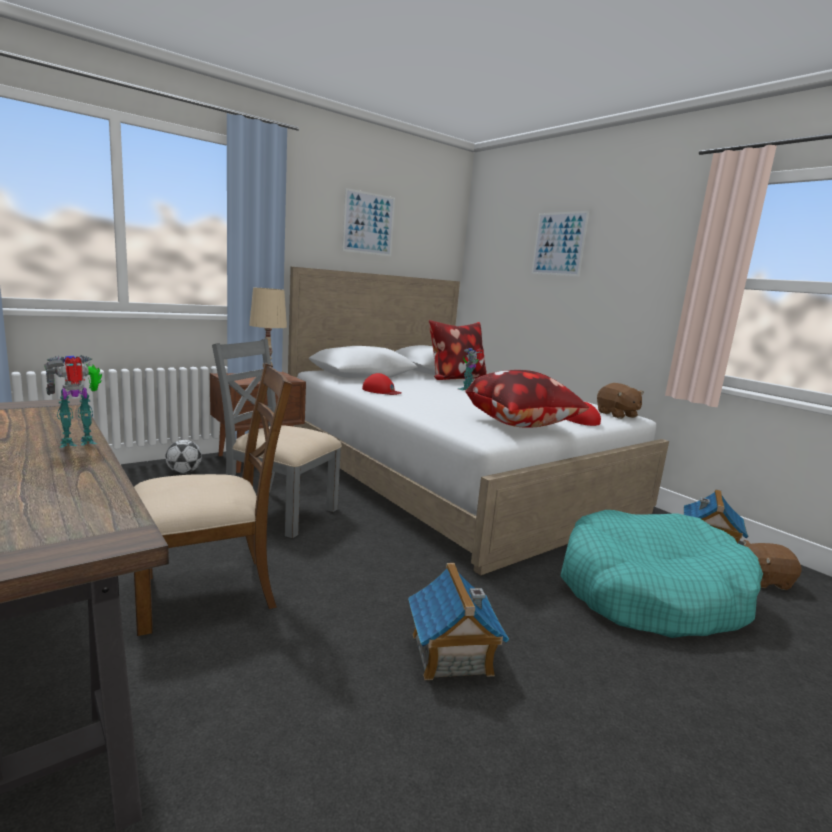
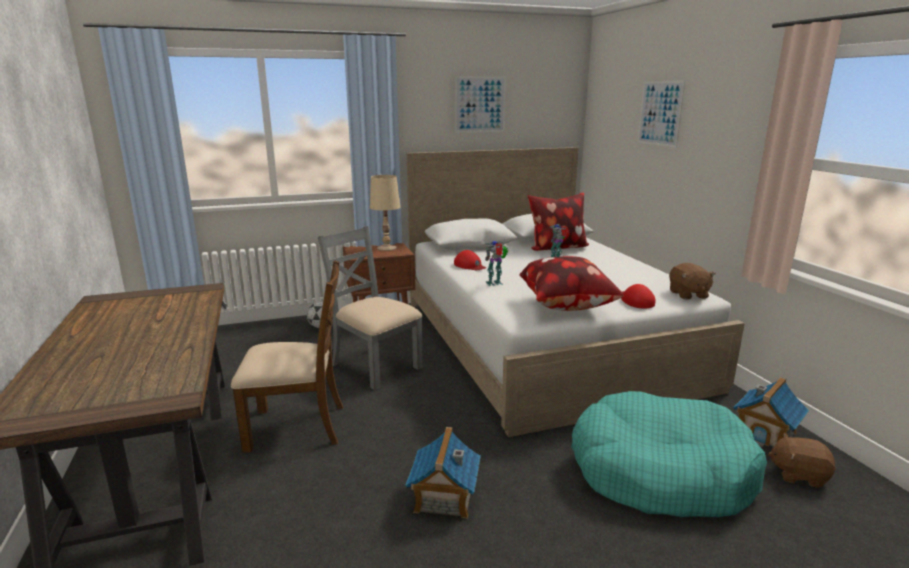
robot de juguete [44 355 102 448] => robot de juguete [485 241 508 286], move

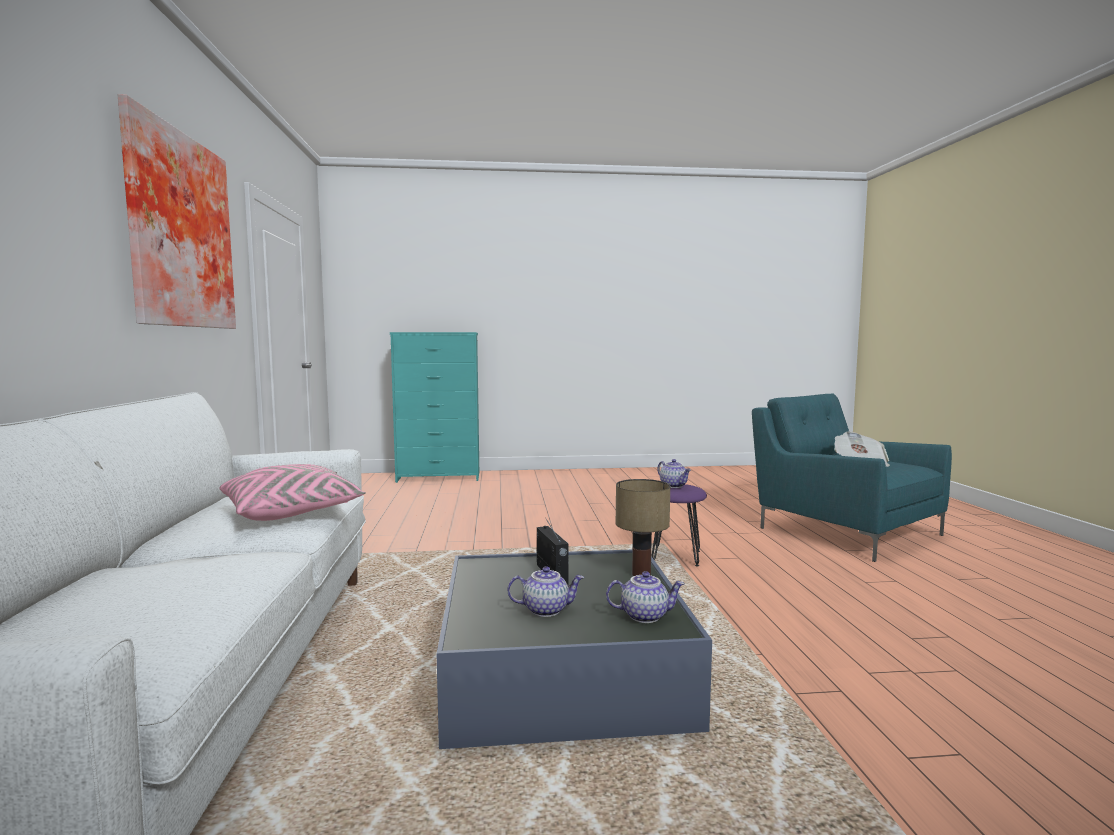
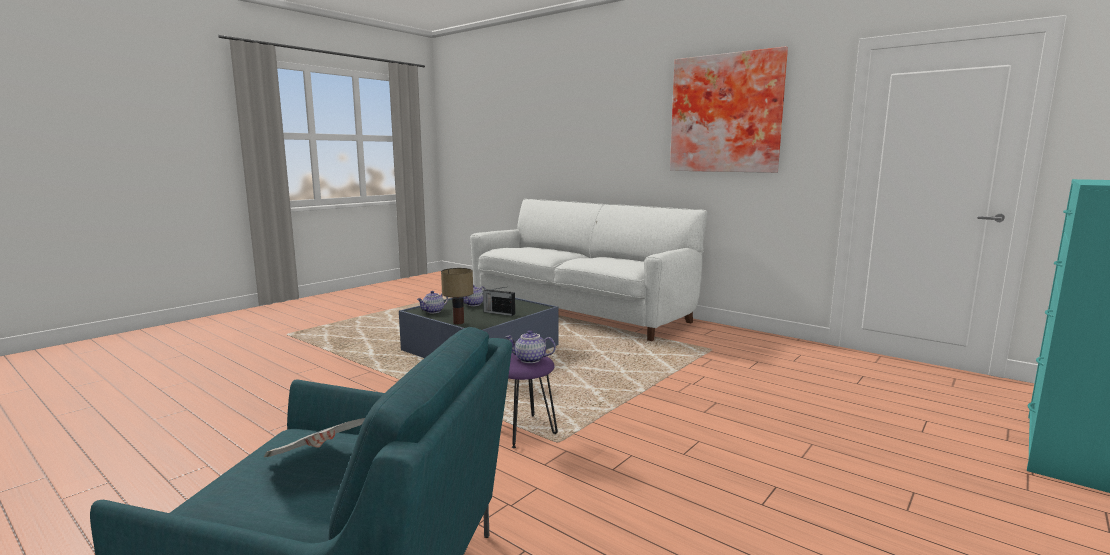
cojín [rosa] [219 464 366 521] => nothing

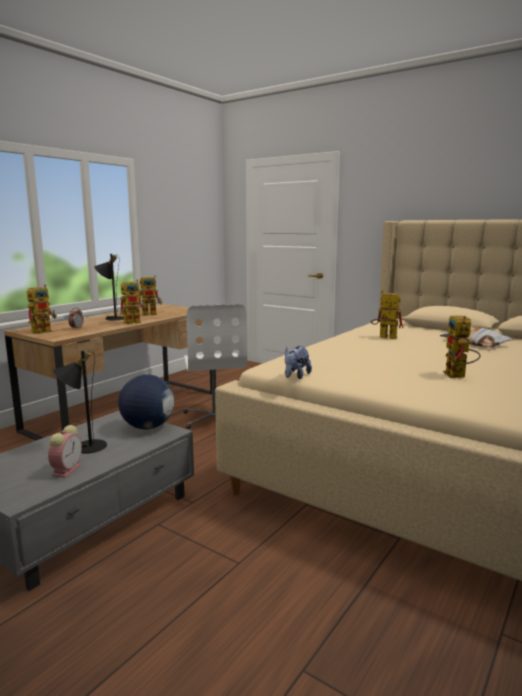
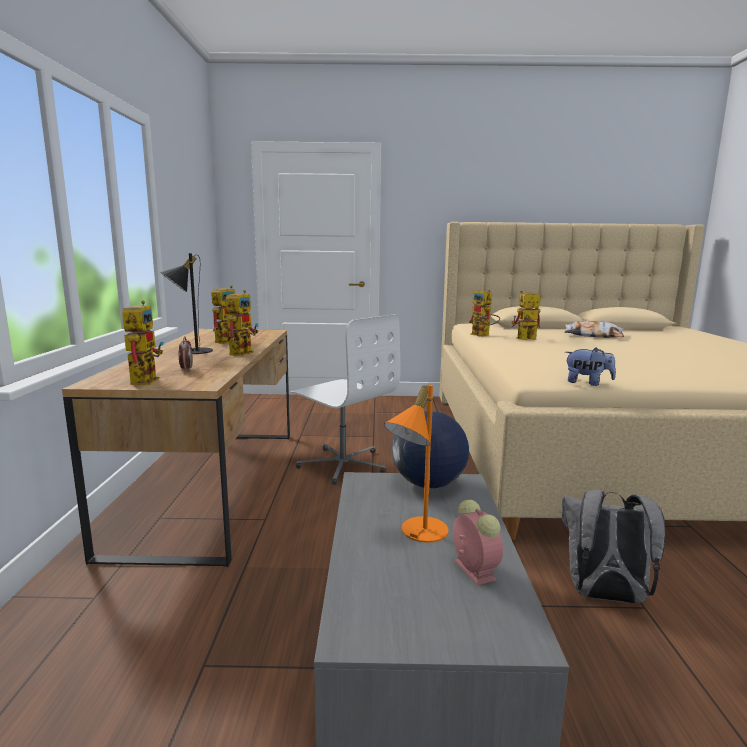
lámpara de mesa [negro] [53 350 107 454] => lámpara de mesa [naranja] [384 384 449 543]
peluche [285 346 312 379] => peluche [565 348 616 386], 60 degrees counterclockwise
robot de juguete [443 316 481 378] => robot de juguete [469 289 500 337], move
nothing => mochila [gris] [562 490 666 604]

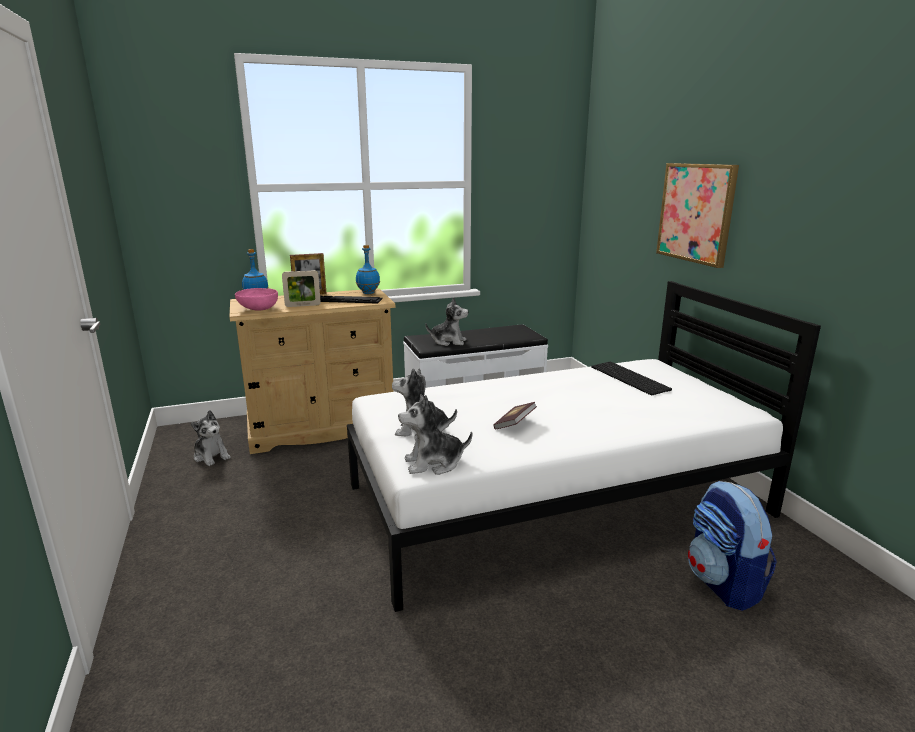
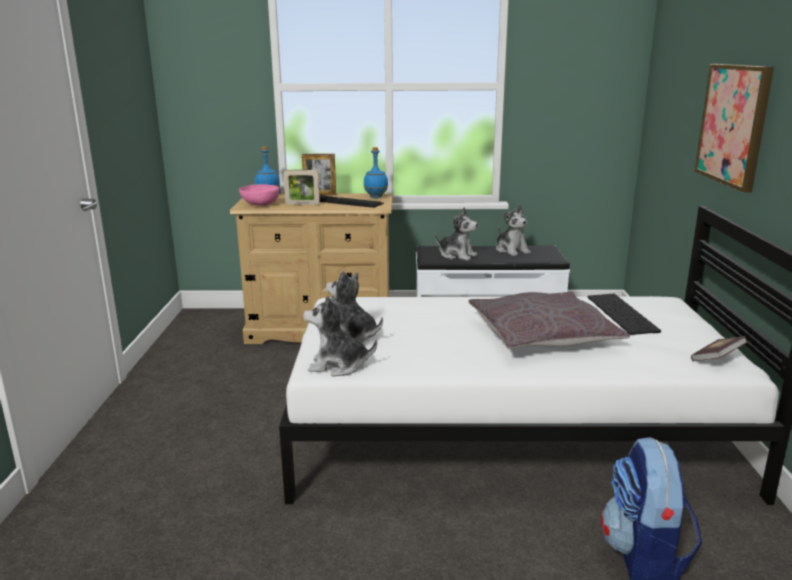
peluche [191 410 231 466] => peluche [496 204 530 256], move
libro [493 402 537 429] => libro [691 336 747 361], move
nothing => cojín [gris] [469 292 630 349]

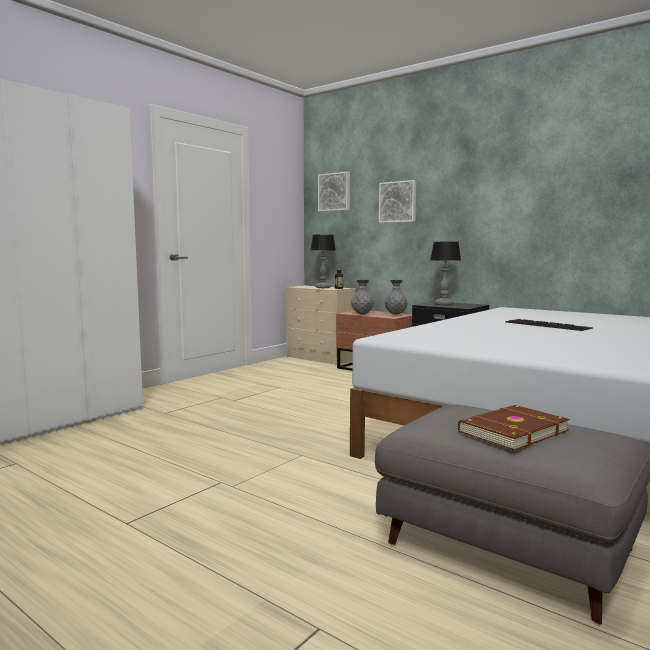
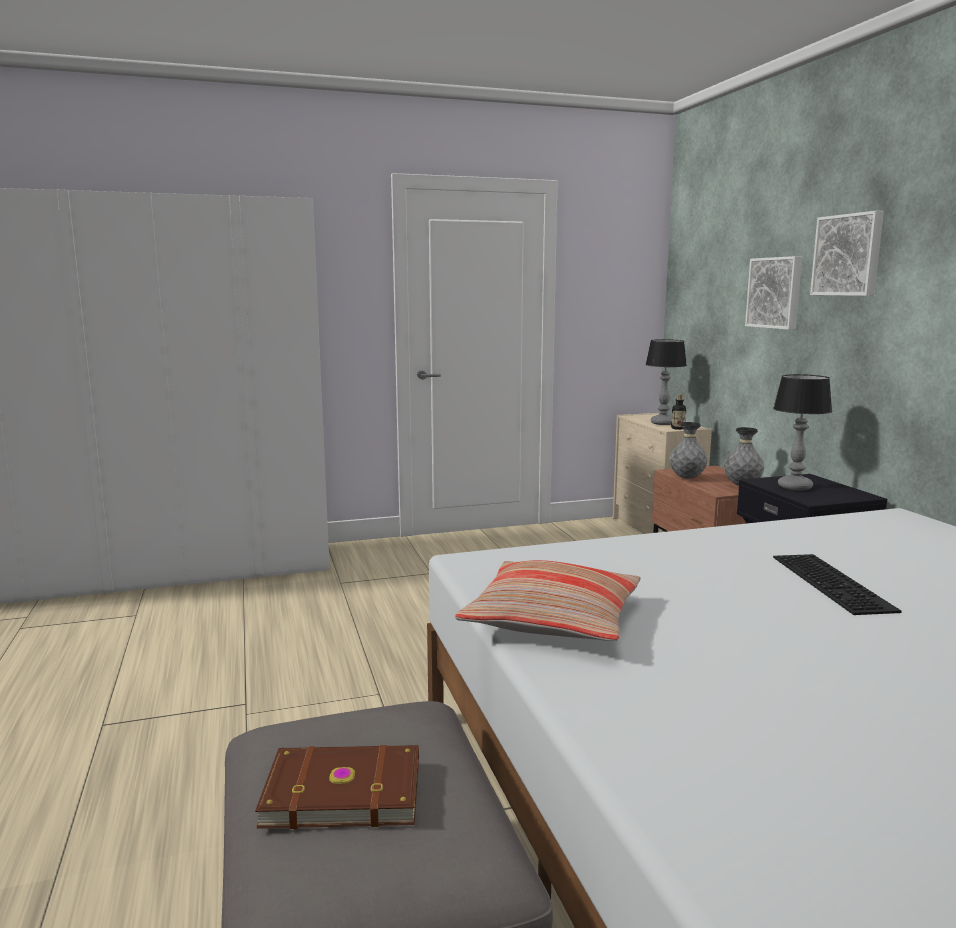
cuadro [318 172 350 212] => cuadro [810 211 884 296], move
nothing => cojín [455 560 641 641]

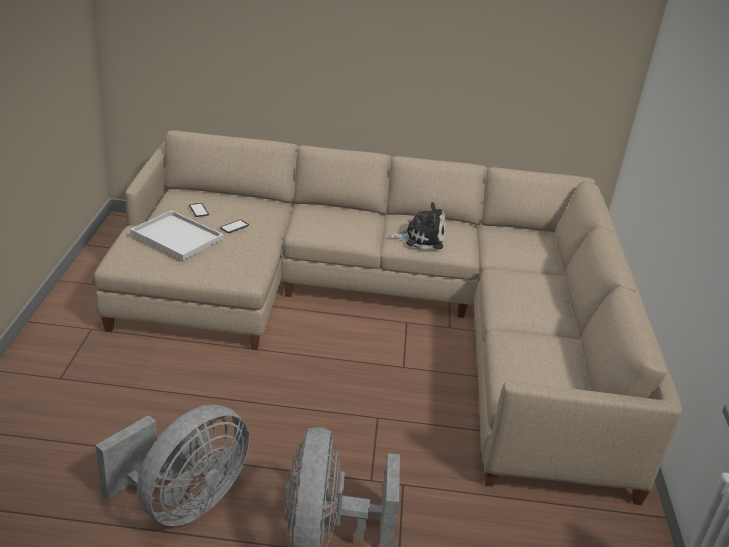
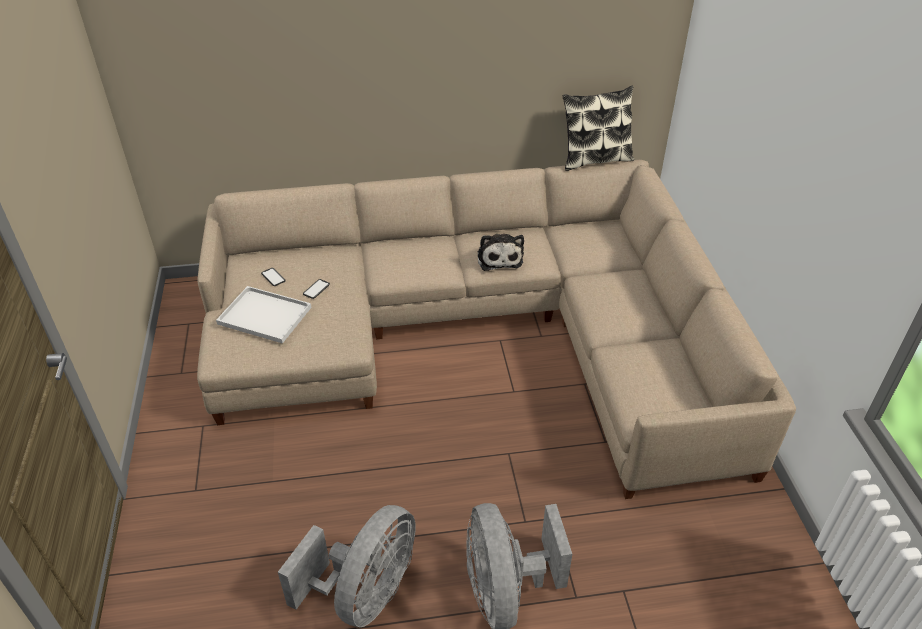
peluche [389 202 446 250] => peluche [477 234 524 271], 90 degrees clockwise
nothing => cojín [562 86 634 171]

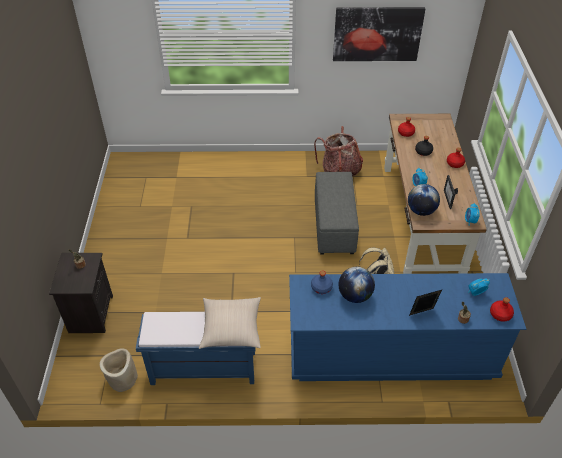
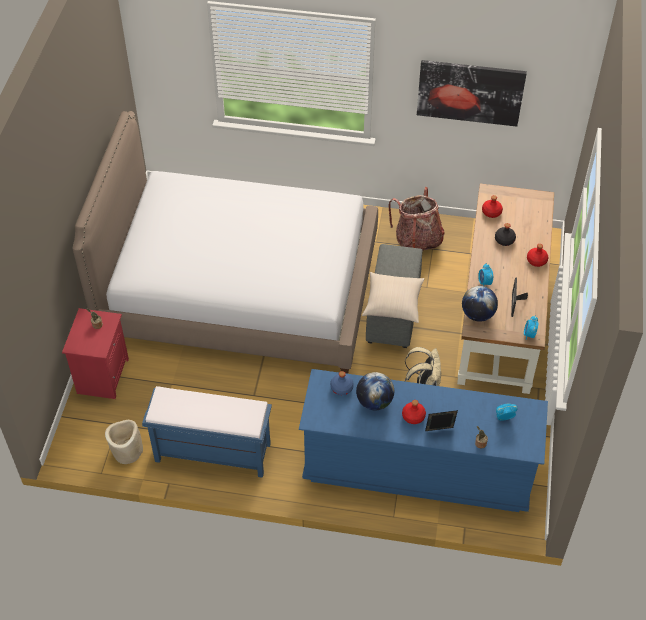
mesita de noche [negro] [49 253 113 333] => mesita de noche [rojo] [62 308 129 399]
cojín [beis] [199 297 261 349] => cojín [beis] [362 272 424 323], move
botella [rojo] [490 297 514 322] => botella [rojo] [402 400 426 424], move
nothing => cama [73 111 378 374]

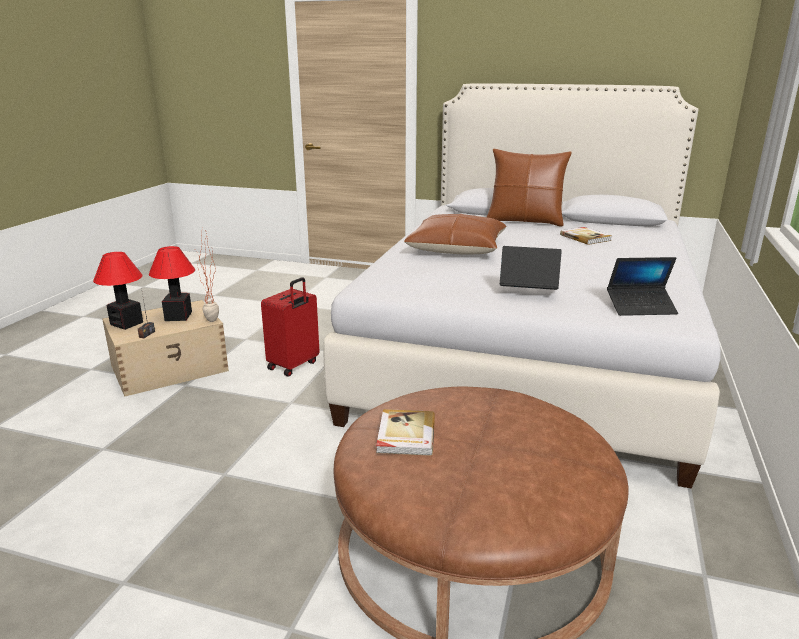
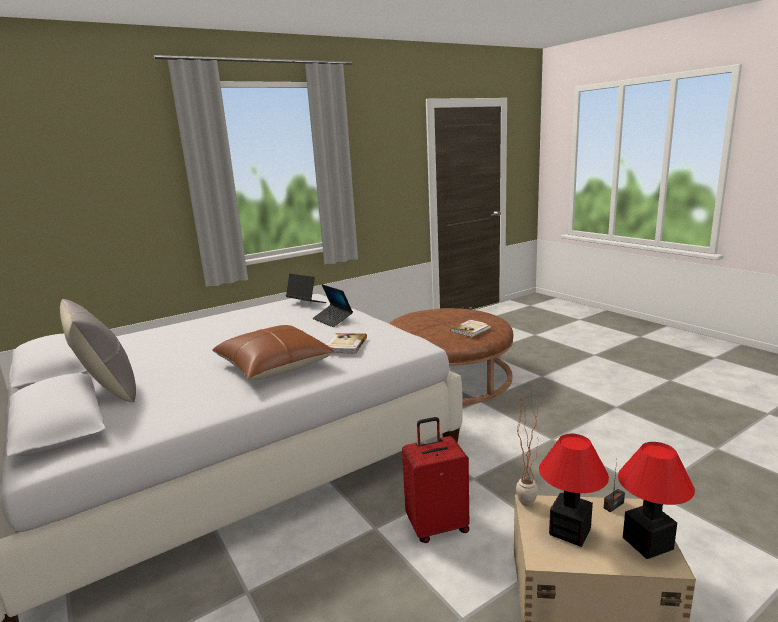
cojín [marrón] [487 149 572 227] => cojín [gris] [60 299 136 402]
libro [560 227 612 245] => libro [326 333 367 354], move

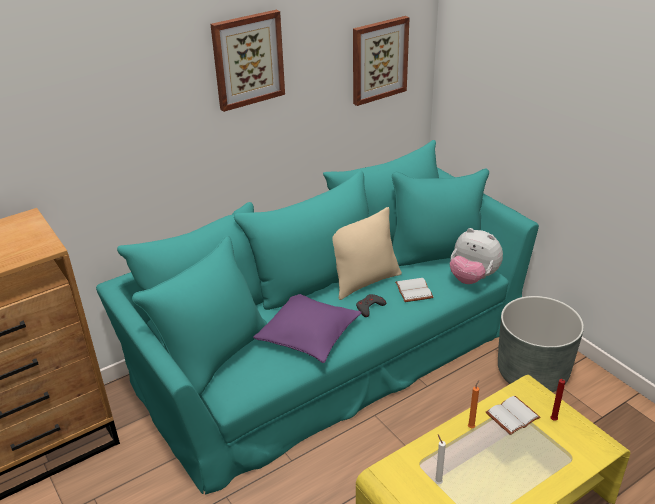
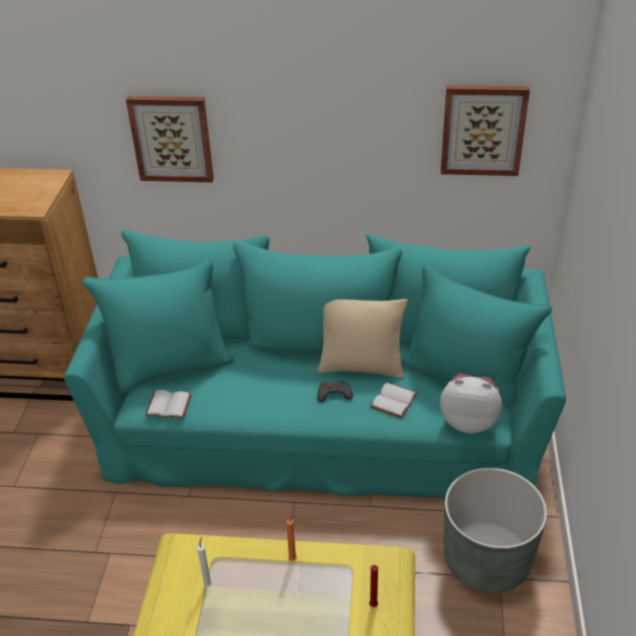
cuadro [210 10 285 112] => cuadro [126 96 214 182], move
cojín [morado] [253 294 362 363] => nothing
peluche [450 228 503 284] => peluche [440 373 502 433], 120 degrees clockwise
libro [blanco] [486 396 541 435] => libro [blanco] [145 390 192 419], move

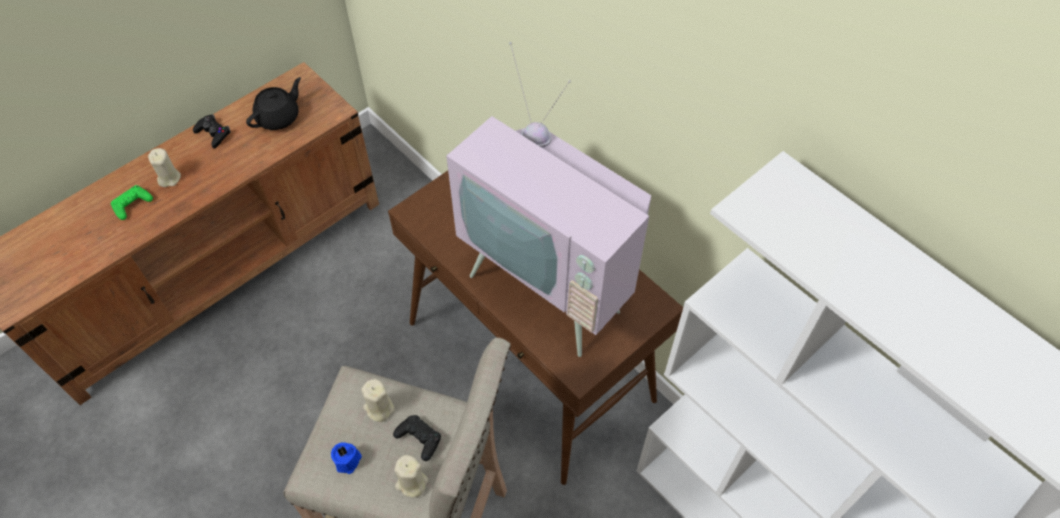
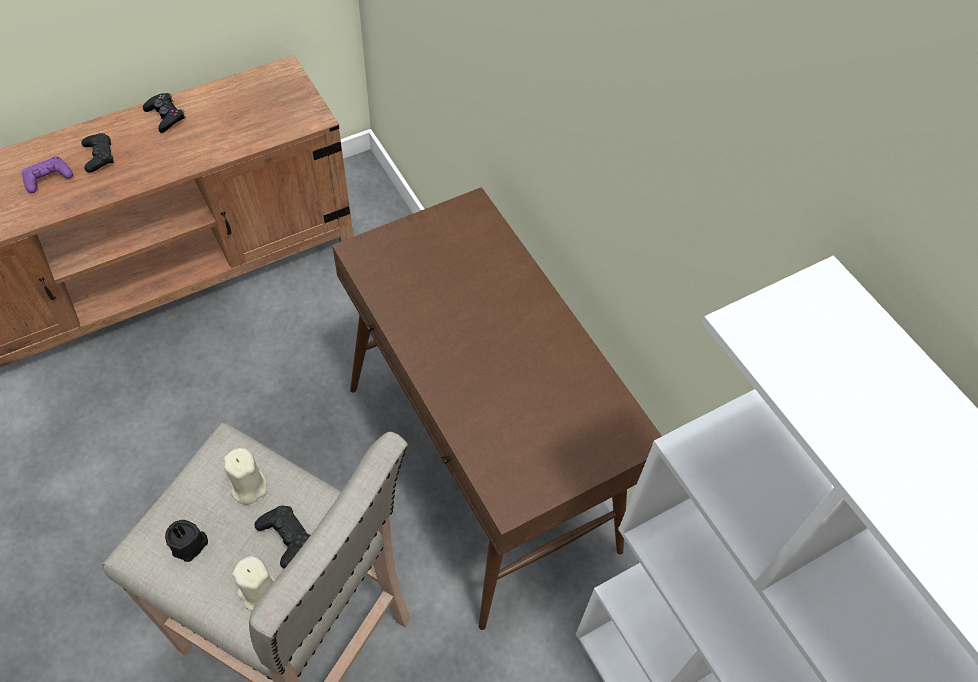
mando de consola [verde] [111 185 153 220] => mando de consola [morado] [22 156 73 193]
vela [beis] [148 148 181 187] => mando de consola [negro] [81 133 114 172]
tetera [negro] [246 77 301 130] => nothing
vela [azul] [331 442 362 474] => vela [negro] [165 520 208 562]
televisor [446 42 651 357] => nothing

